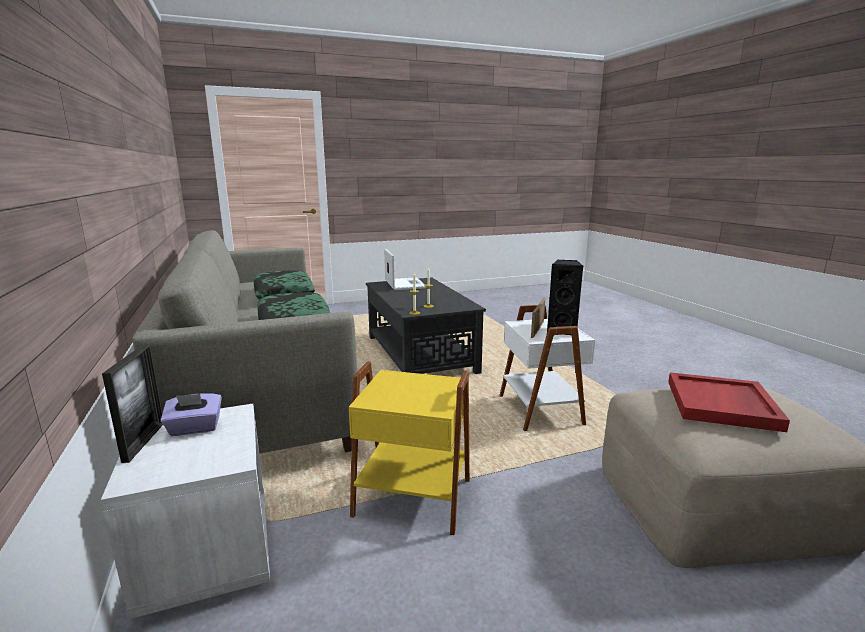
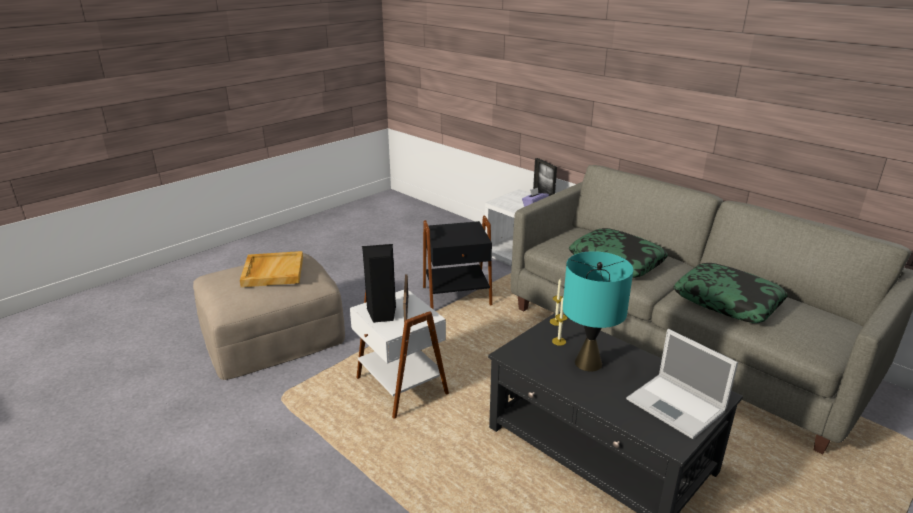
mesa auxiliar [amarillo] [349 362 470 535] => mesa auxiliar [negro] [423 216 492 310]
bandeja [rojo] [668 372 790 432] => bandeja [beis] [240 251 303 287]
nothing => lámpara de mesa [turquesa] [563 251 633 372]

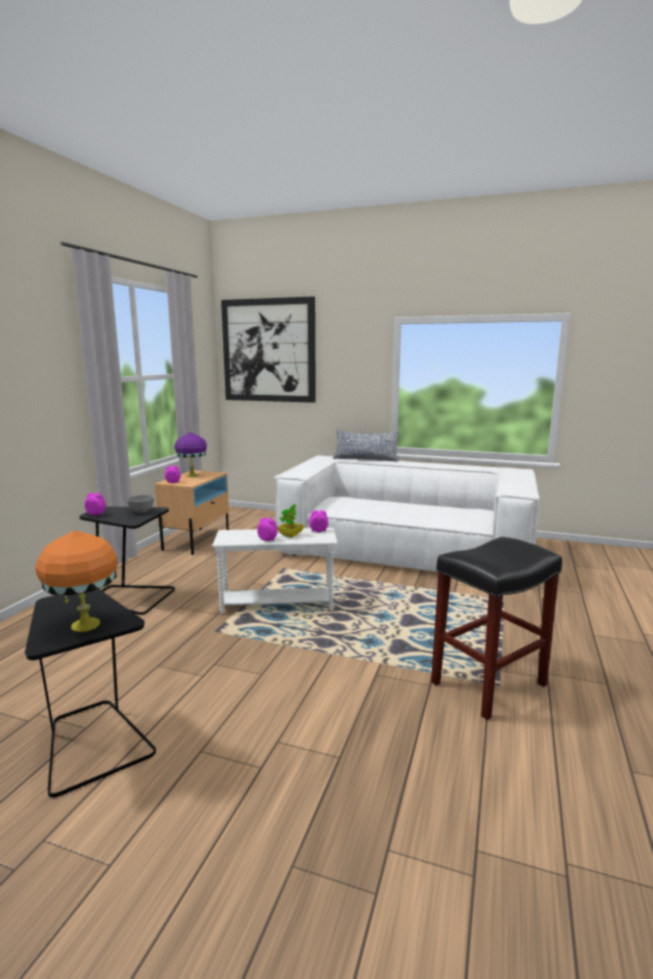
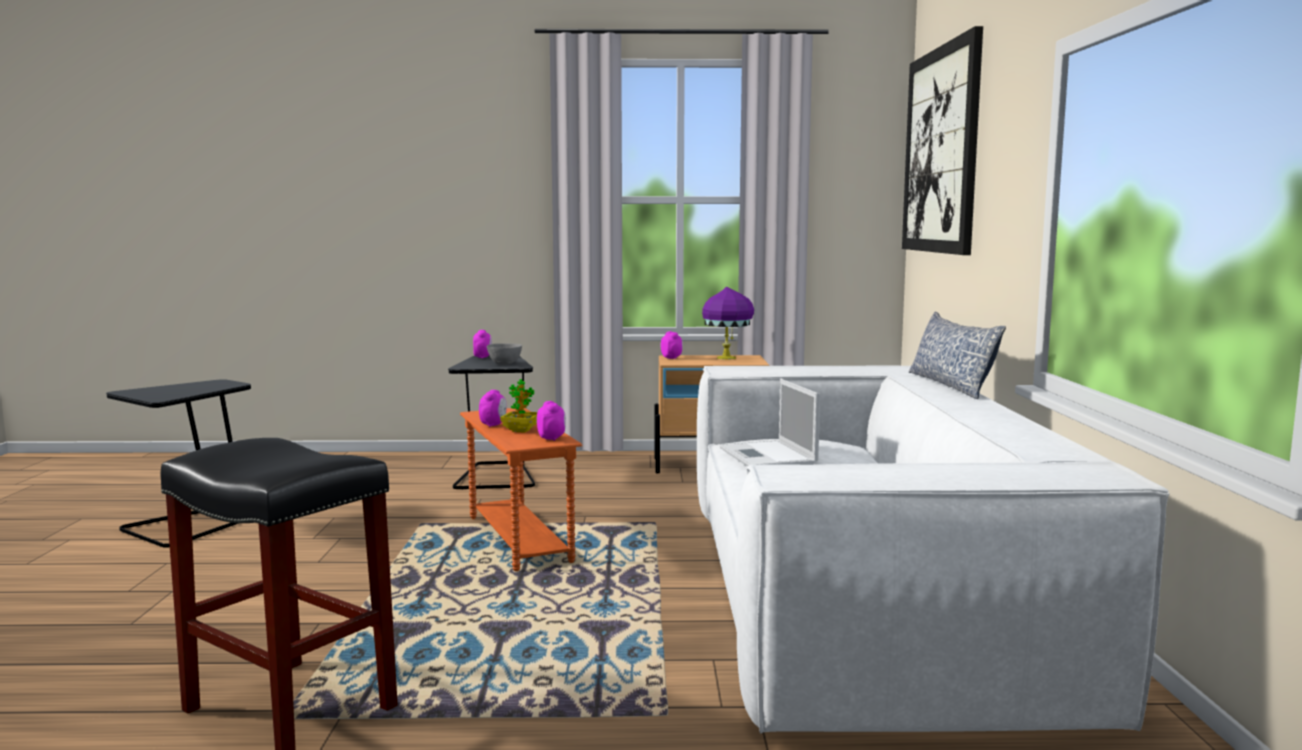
lámpara de mesa [naranja] [35 530 118 632] => nothing
mesa auxiliar [blanco] [212 528 338 614] => mesa auxiliar [naranja] [460 408 583 571]
nothing => portátil [720 379 820 467]

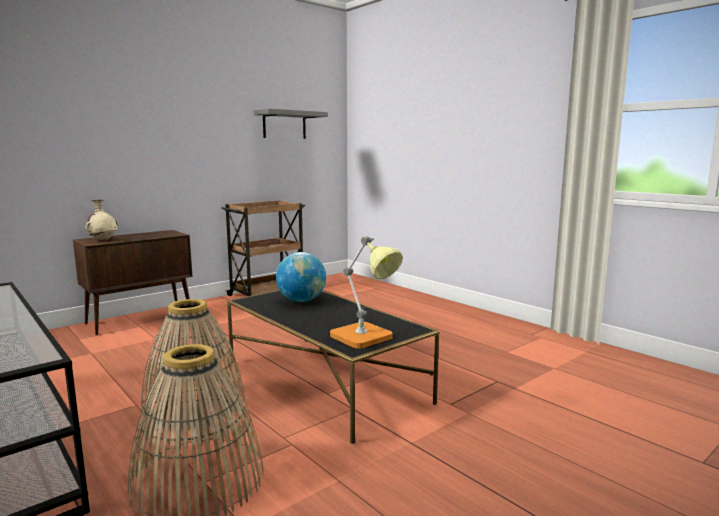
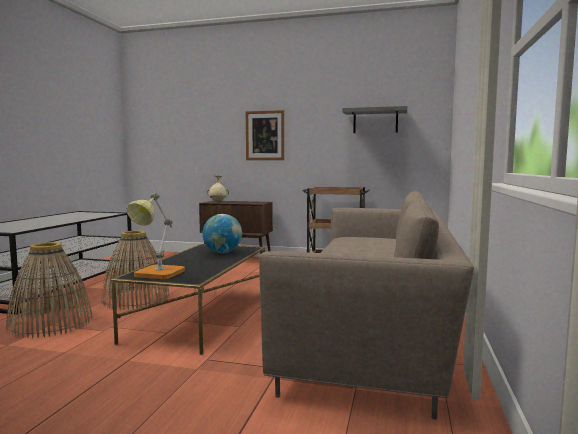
nothing => cuadro [246 110 284 160]
nothing => sofá [beis] [259 191 474 420]

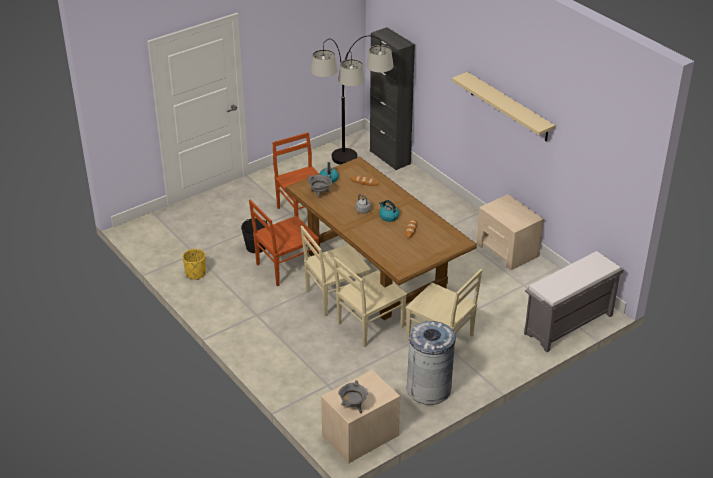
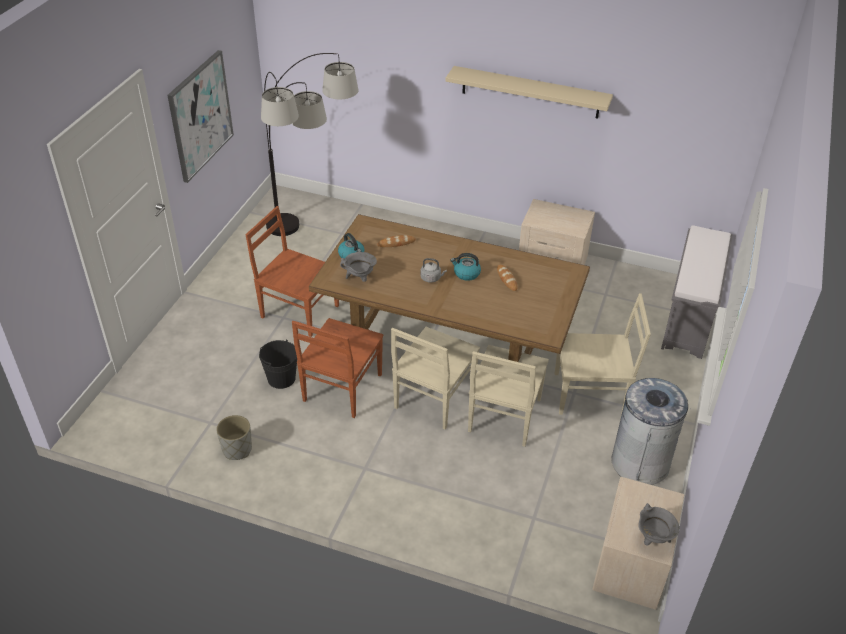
maceta [amarillo] [183 249 206 280] => maceta [gris] [216 415 252 460]
armario [negro] [370 27 415 170] => nothing
nothing => cuadro [167 50 234 183]

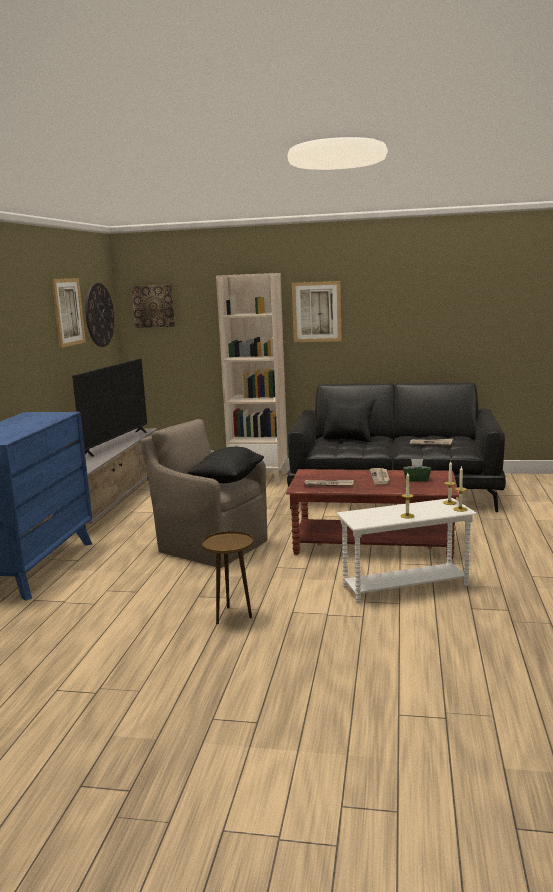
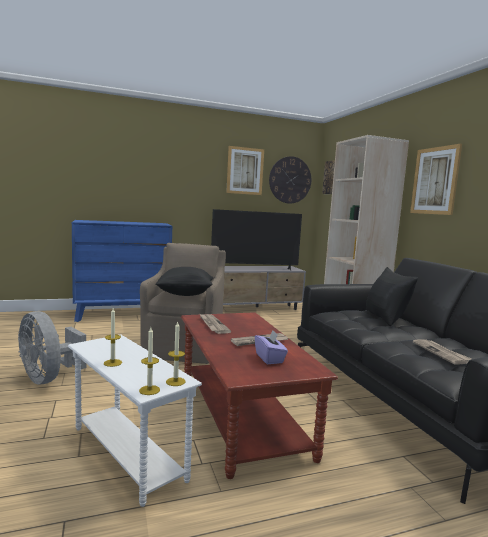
mesa auxiliar [marrón] [202 531 254 624] => ventilador [gris] [18 311 87 384]
caja de pañuelos [verde] [403 459 431 482] => caja de pañuelos [morado] [255 330 288 364]

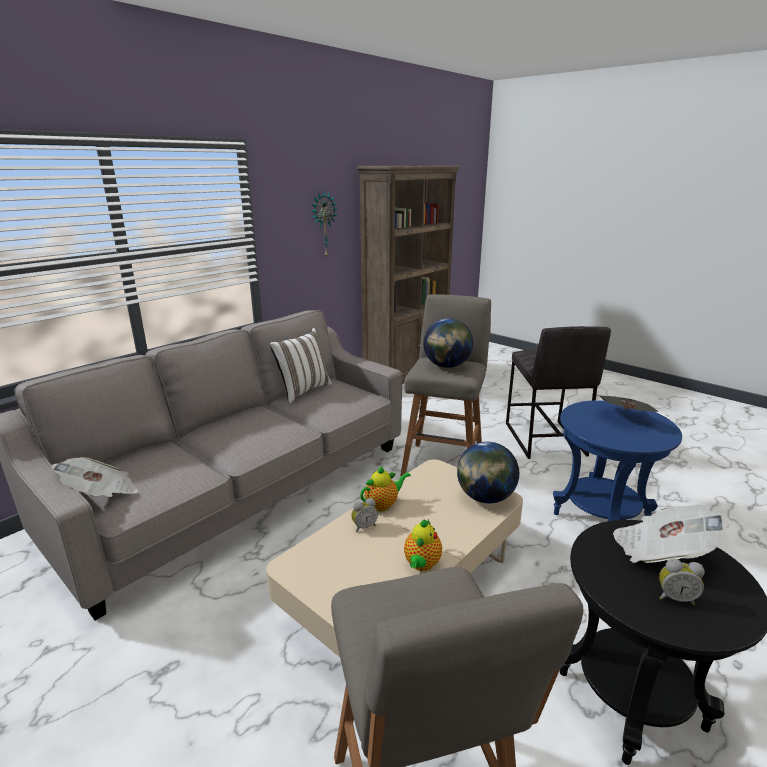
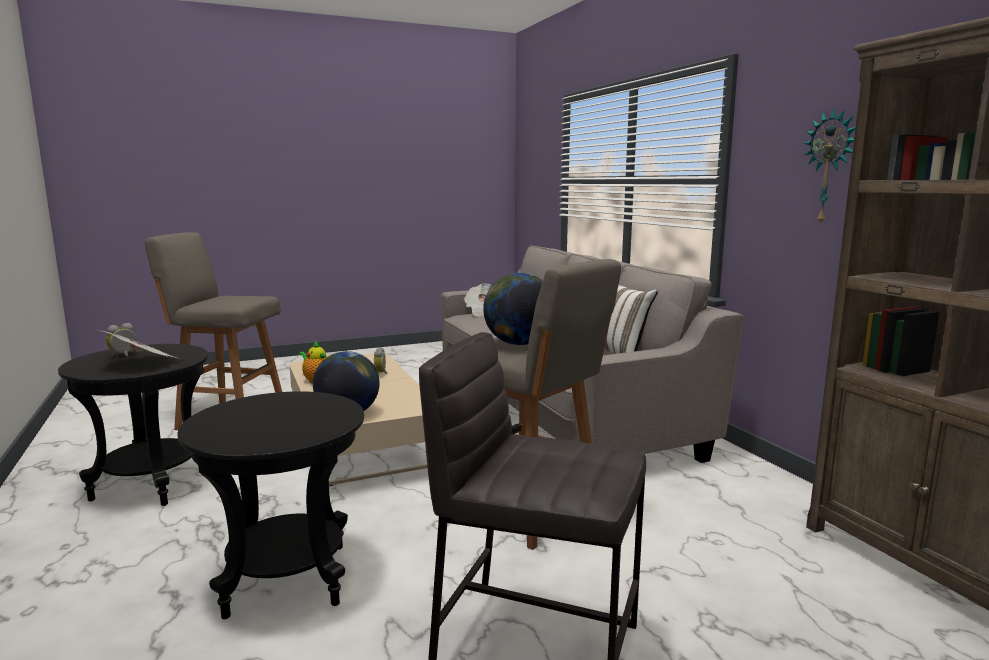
tetera [360 466 411 512] => nothing
mesa auxiliar [azul] [553 400 682 521] => mesa auxiliar [negro] [177 391 364 619]
periódico [598 395 659 412] => nothing

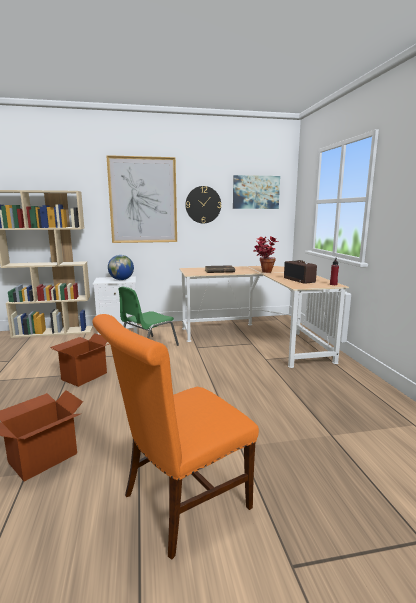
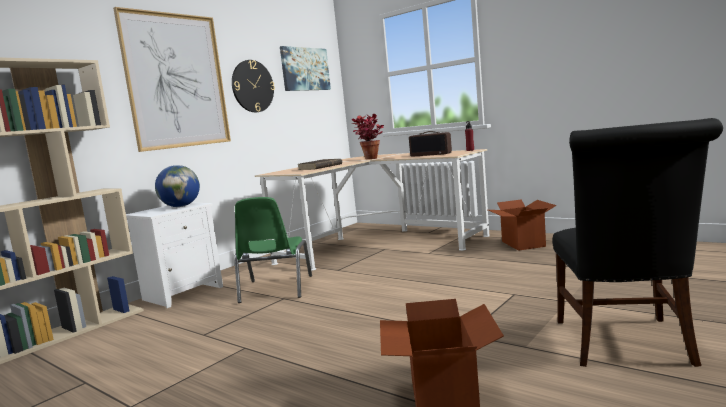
caja de cartón [50 333 109 387] => caja de cartón [488 200 557 251], move
silla [naranja] [92 314 259 560] => silla [negro] [553 118 723 367]

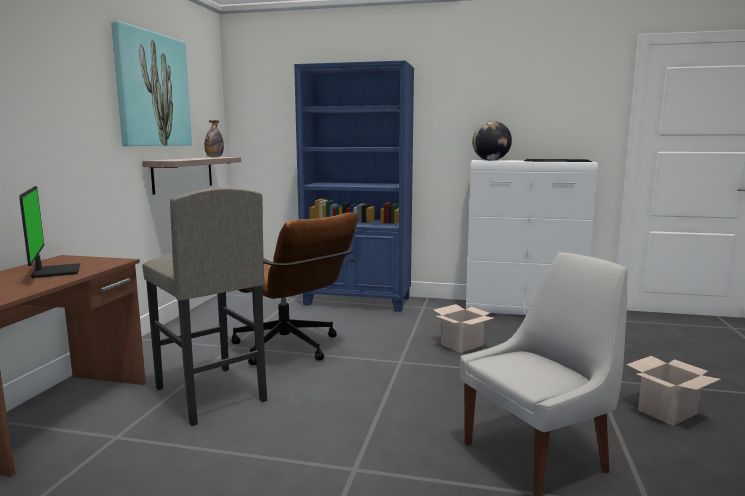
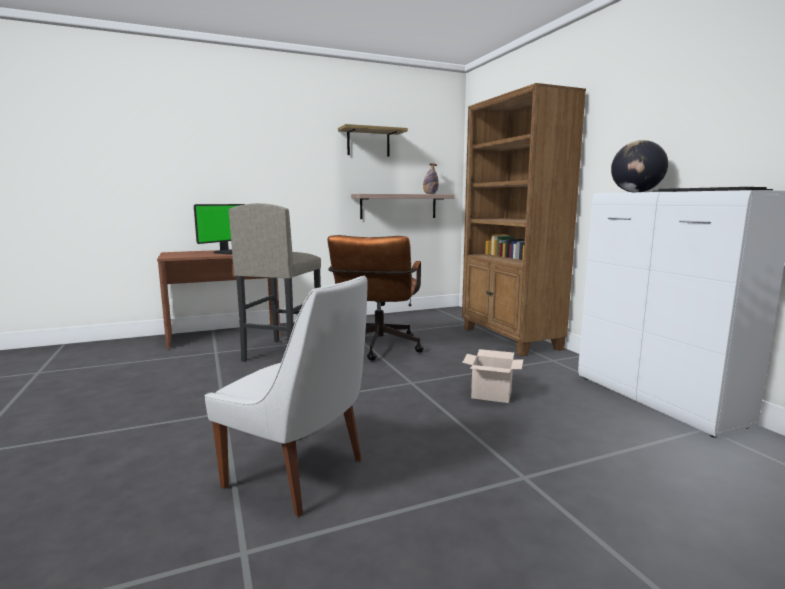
cuadro [111 21 192 146] => estante [338 124 408 157]
estantería [azul] [294 60 414 312] => estantería [marrón] [462 83 586 356]
caja de cartón [626 356 721 426] => nothing

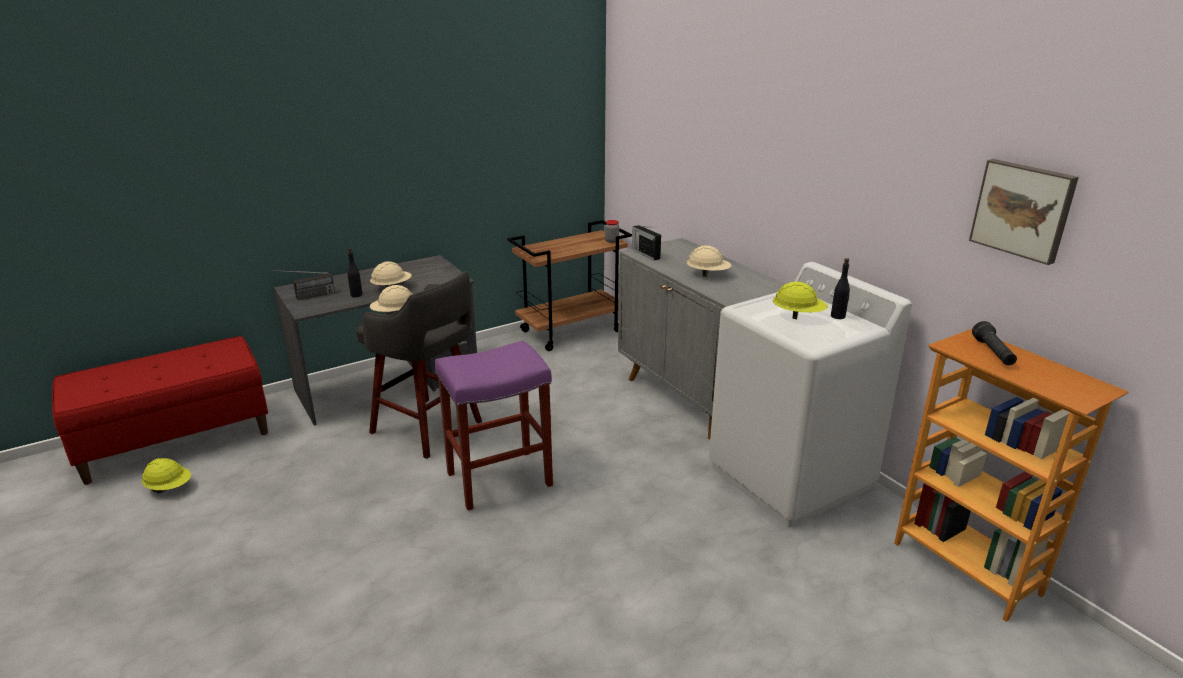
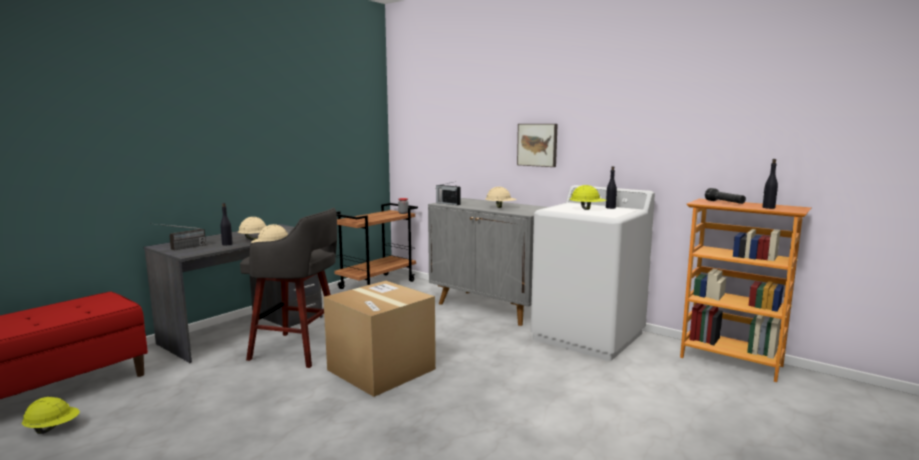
taburete [morado] [435 341 553 510] => caja de cartón [323 281 436 397]
cuadro [969 159 1079 265] => cuadro [517 124 558 167], move
nothing => botella [negro] [763 159 778 209]

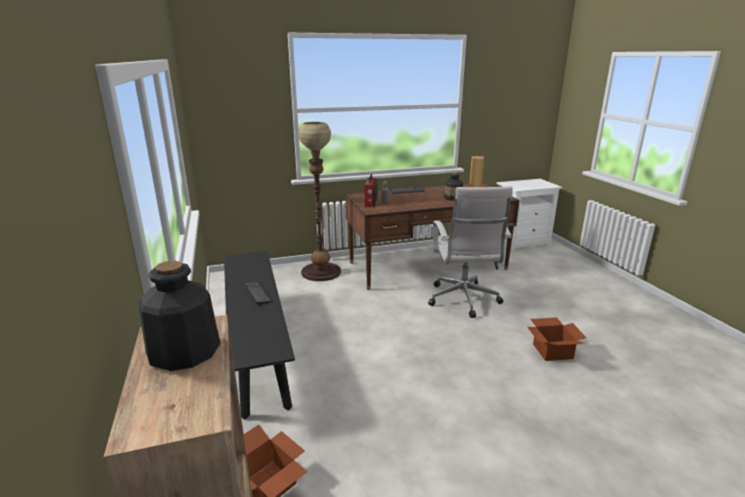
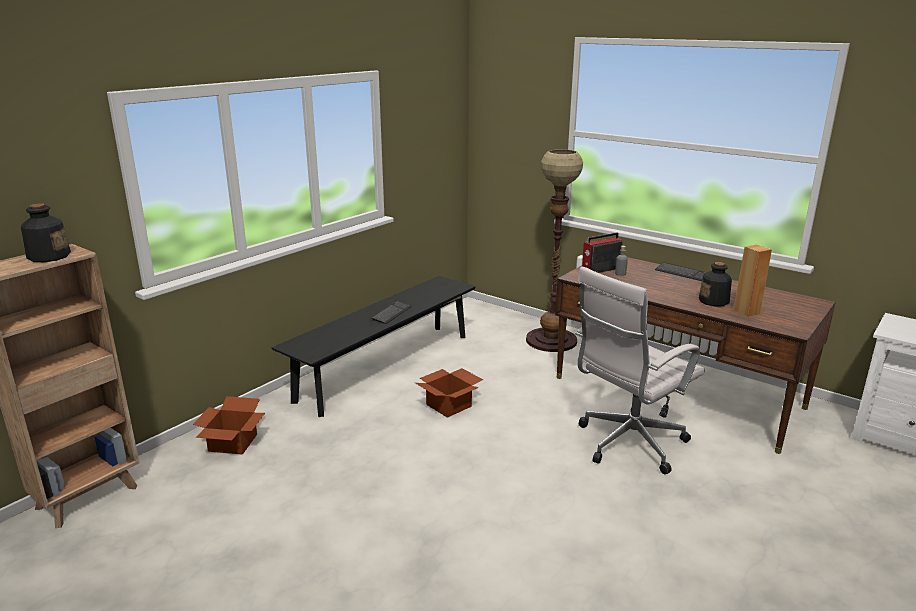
caja de cartón [527 317 587 361] => caja de cartón [415 368 483 418], move

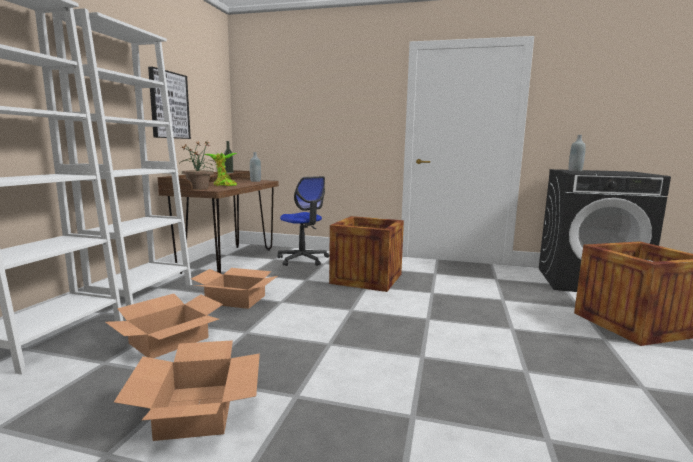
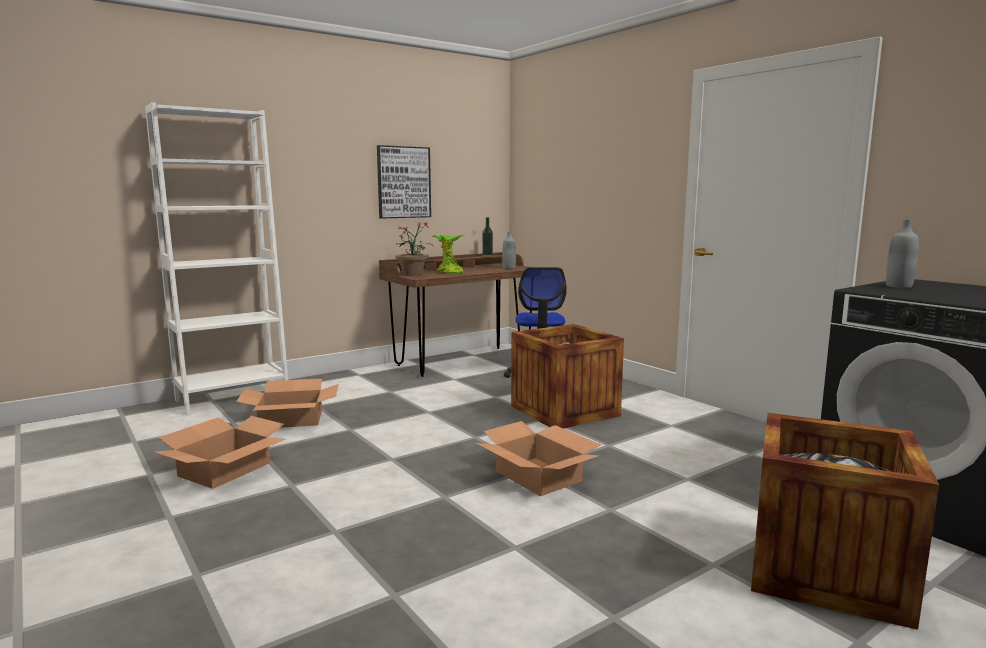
estantería [blanco] [52 8 192 306] => nothing
caja de cartón [191 268 277 309] => caja de cartón [476 421 601 496], move

